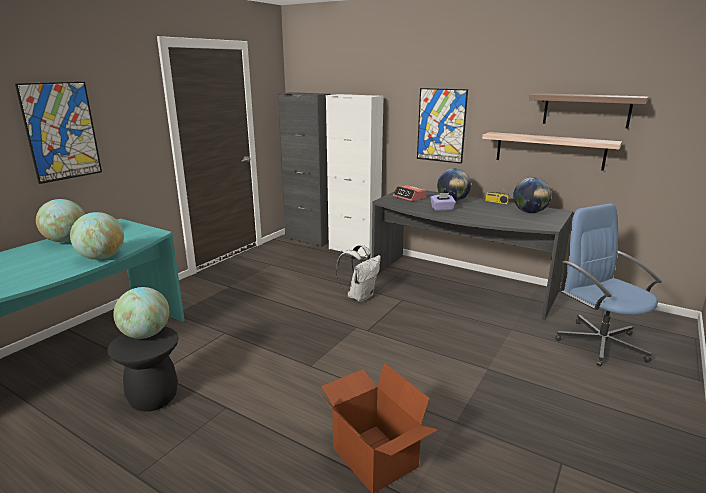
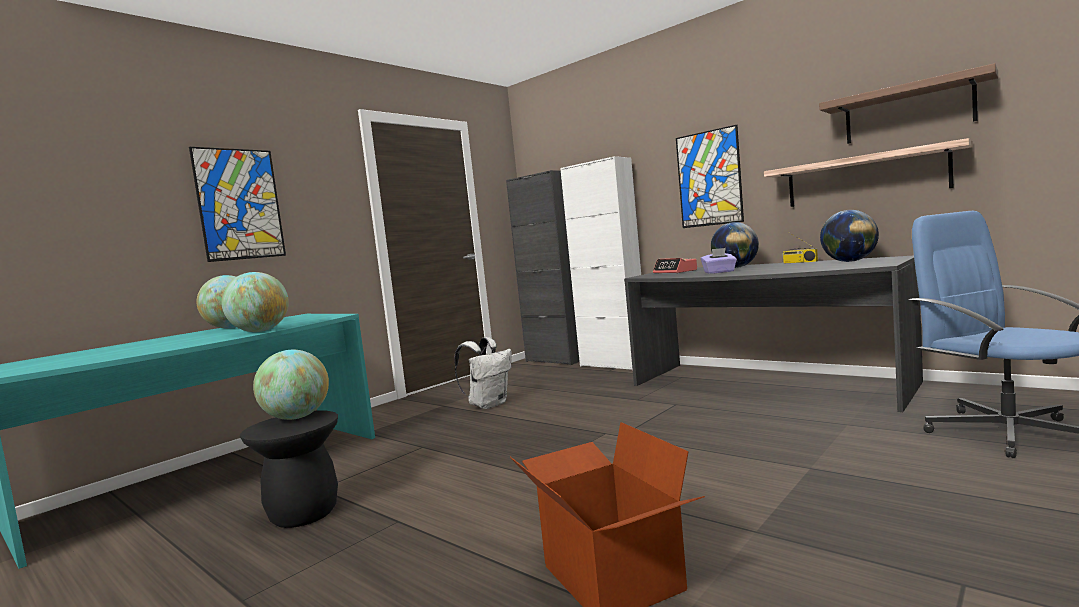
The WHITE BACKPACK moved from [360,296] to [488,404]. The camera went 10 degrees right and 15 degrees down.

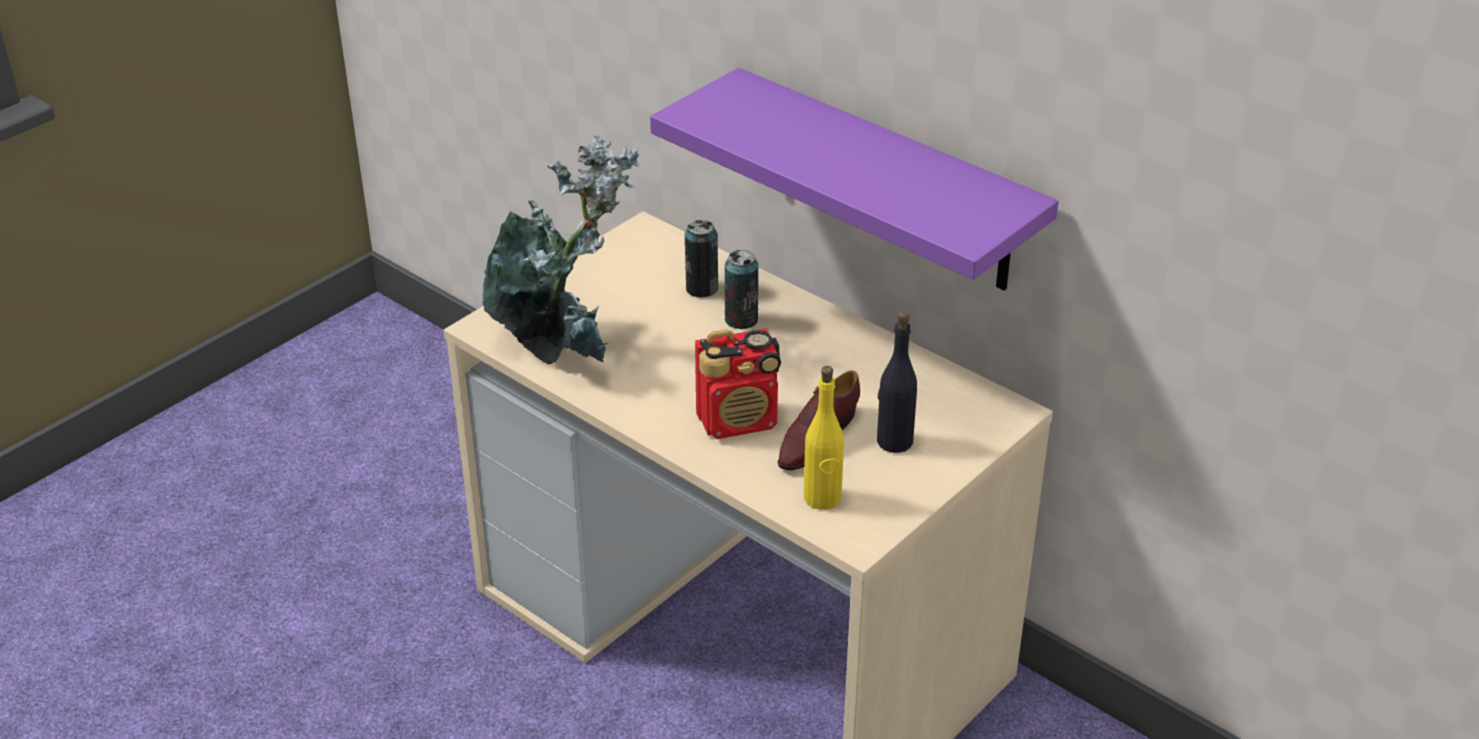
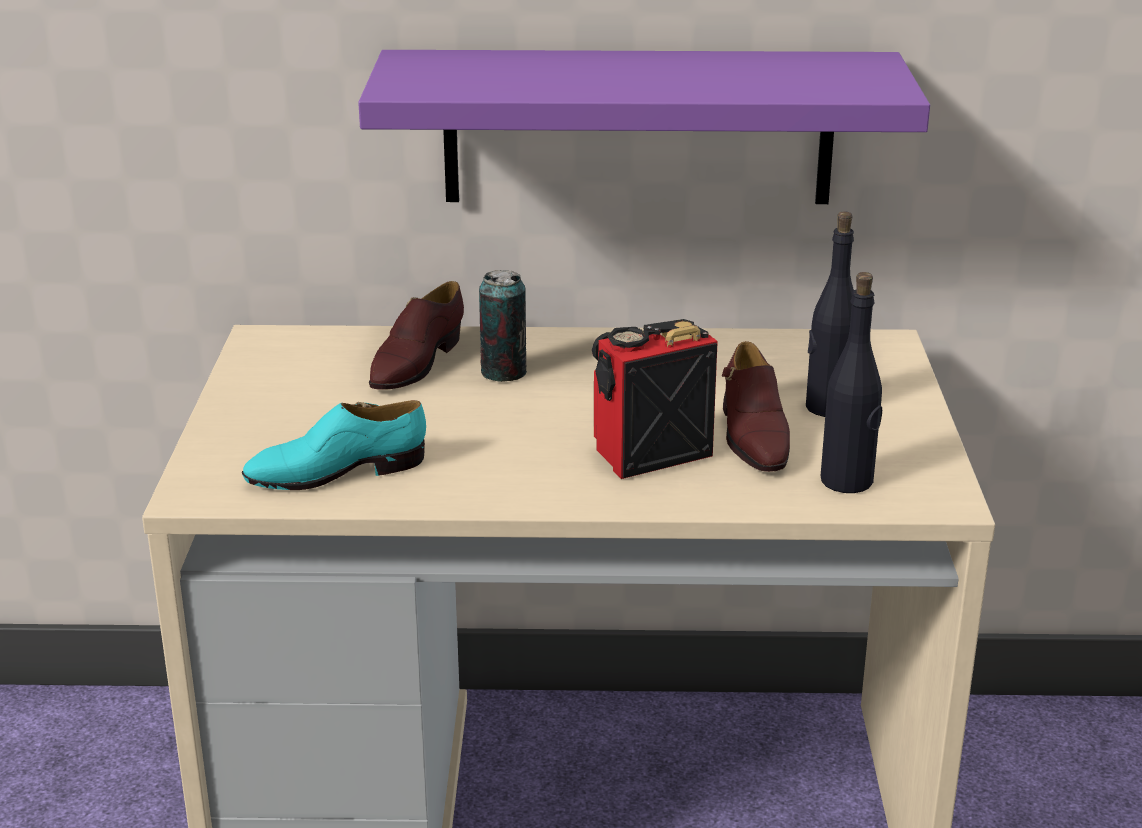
The POTTED PLANT at [563,347] was replaced by the TURQUOISE SHOE at [336,472]. The CAN at [702,288] was replaced by the BROWN SHOE at [415,363]. The YELLOW BOTTLE at [822,498] became the BLACK BOTTLE at [847,481]. The RADIO at [739,421] turned 150 degrees counterclockwise. The camera went 40 degrees left and 10 degrees down.

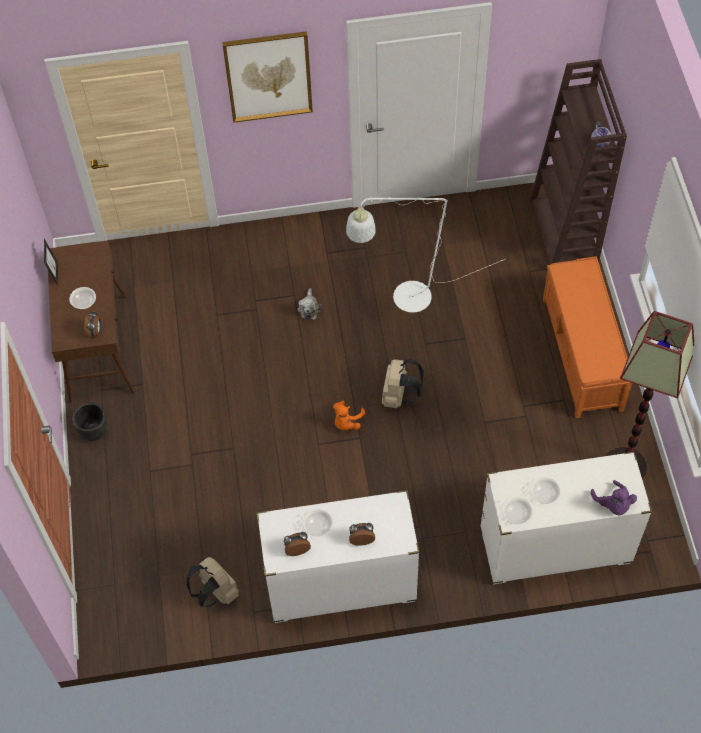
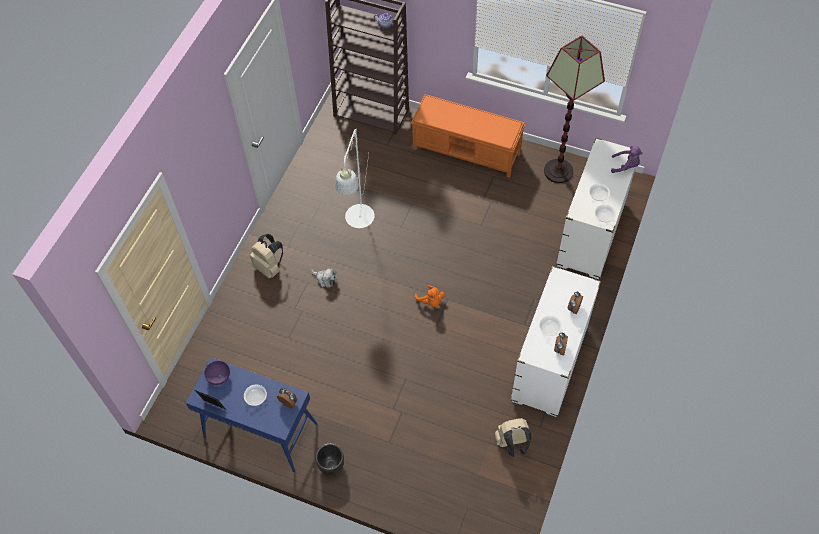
The PICTURE at [268,76] disappeared. The PURPLE BOWL at [219,376] appeared. The BEIGE BACKPACK moved from [399,396] to [269,267]. The BROWN CONSOLE TABLE at [98,348] became the BLUE CONSOLE TABLE at [259,430]. The camera went 60 degrees left and 0 degrees up.

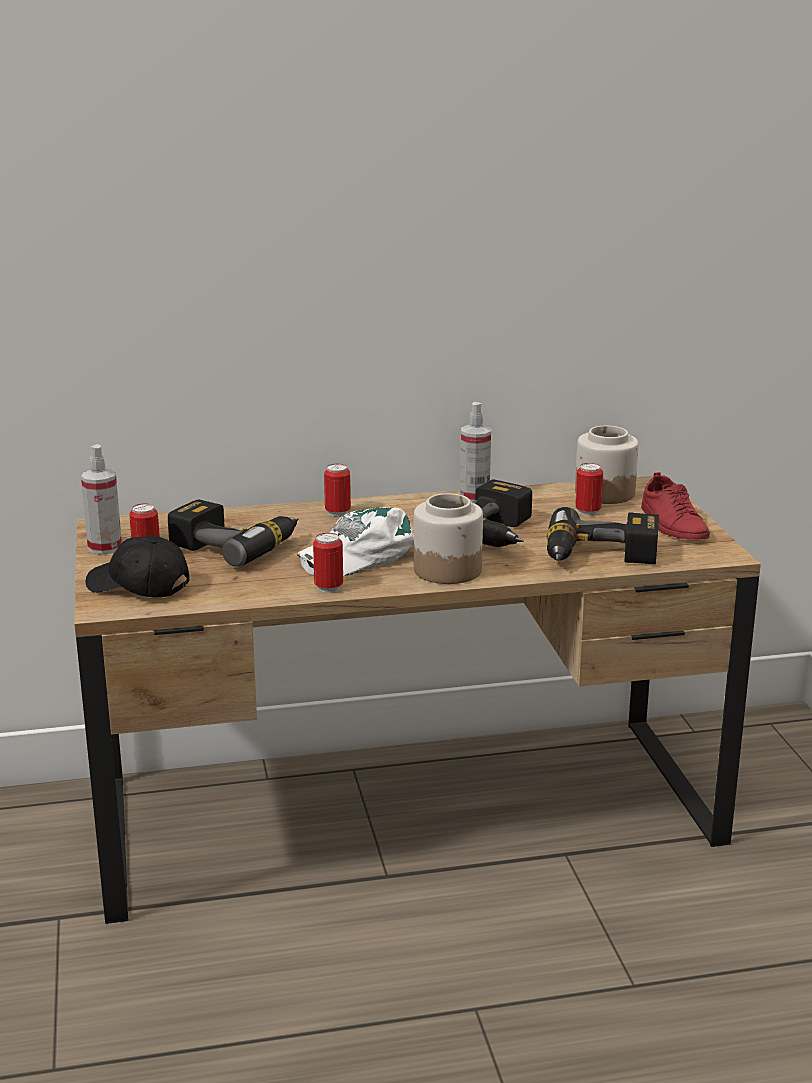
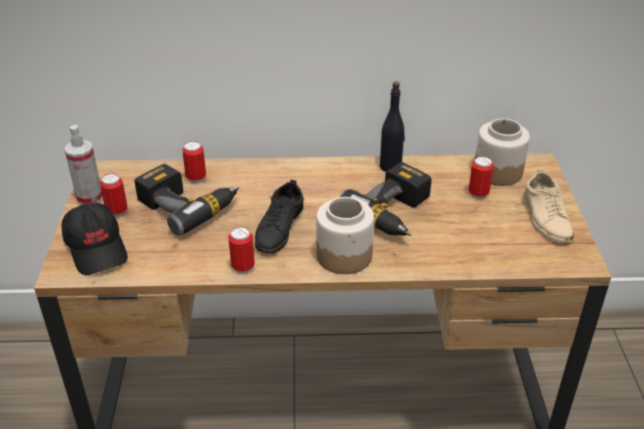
The POWER DRILL at [600,558] disappeared. The CAN moved from [337,512] to [196,178]. The WHITE CAP at [359,554] was replaced by the BLACK SHOE at [279,228]. The SPRAY BOTTLE at [474,497] was replaced by the BLACK BOTTLE at [391,166]. The RED SHOE at [673,525] became the BEIGE SHOE at [546,217]. The BLACK CAP at [138,587] turned 150 degrees counterclockwise. The camera went 10 degrees right and 15 degrees up.

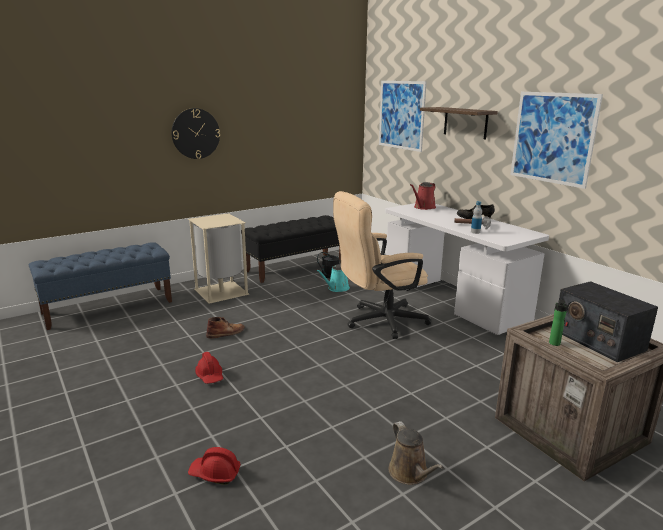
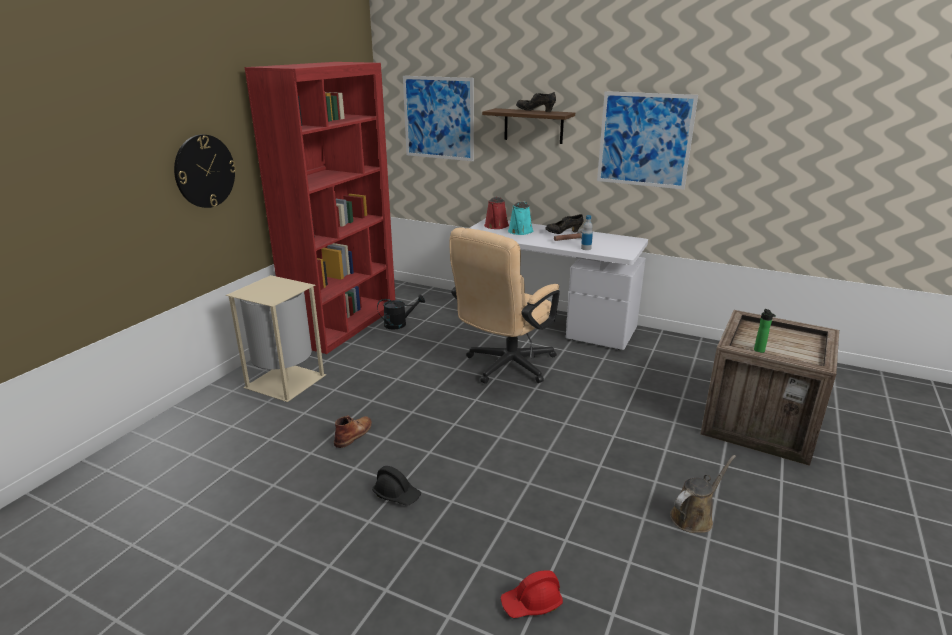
The BLUE BENCH at [108,307] disappeared. The RADIO at [598,340] disappeared. The BLACK SHOE at [535,111] appeared. The TURQUOISE WATERING CAN moved from [337,288] to [520,232]. The BLACK BENCH at [296,267] was replaced by the RED BOOKCASE at [344,325]. The RED HARD HAT at [210,376] became the BLACK HARD HAT at [397,494]. The BROWN WATERING CAN at [410,473] turned 75 degrees counterclockwise. The camera went 30 degrees left and 5 degrees up.

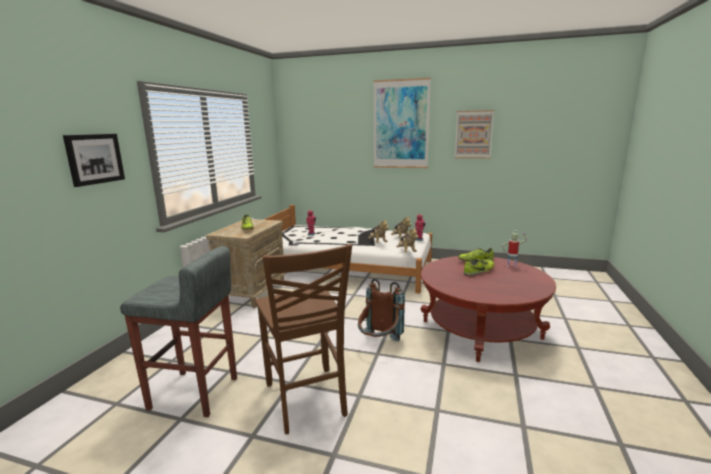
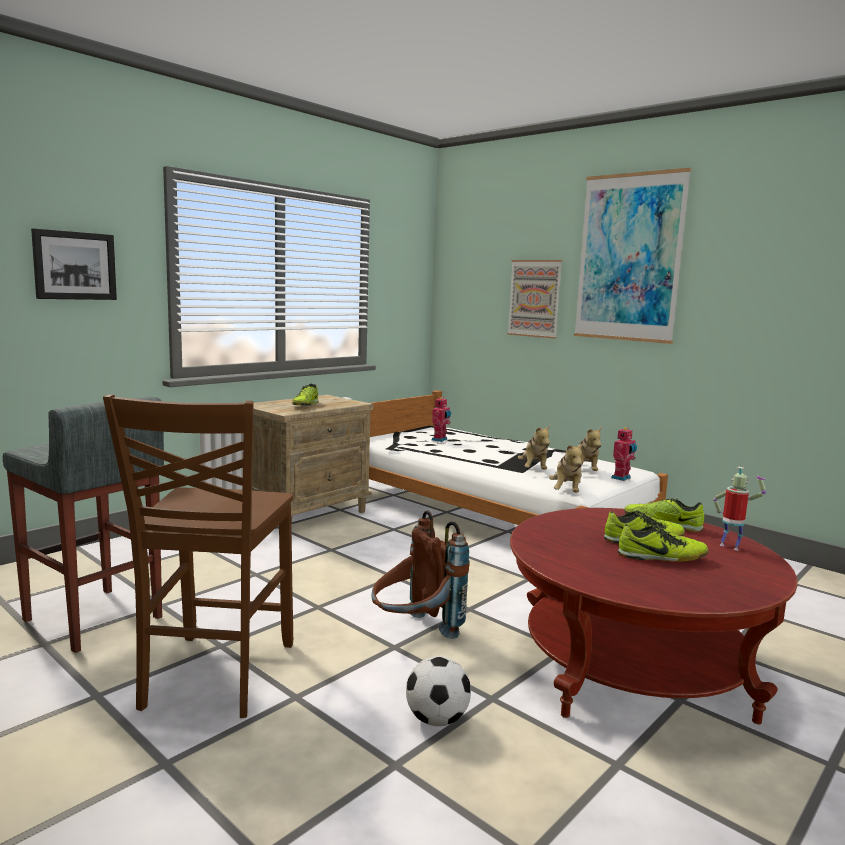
The FOOTBALL at [436,720] appeared. The SHOE at [662,557] appeared. The PICTURE moved from [473,134] to [534,298]. The camera went 25 degrees right and 5 degrees down.

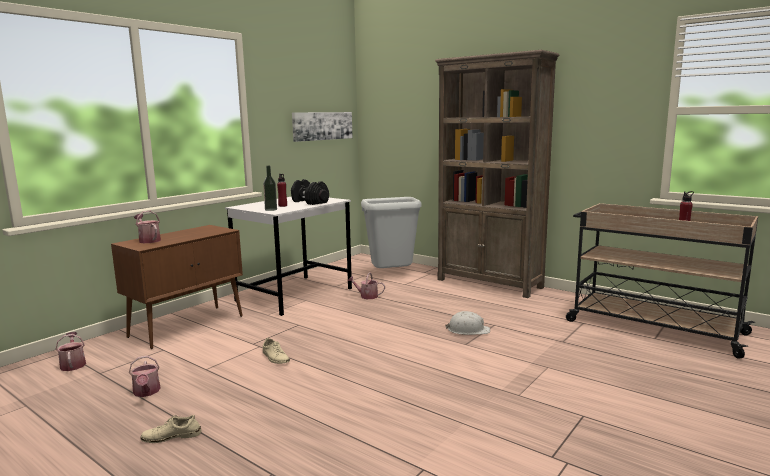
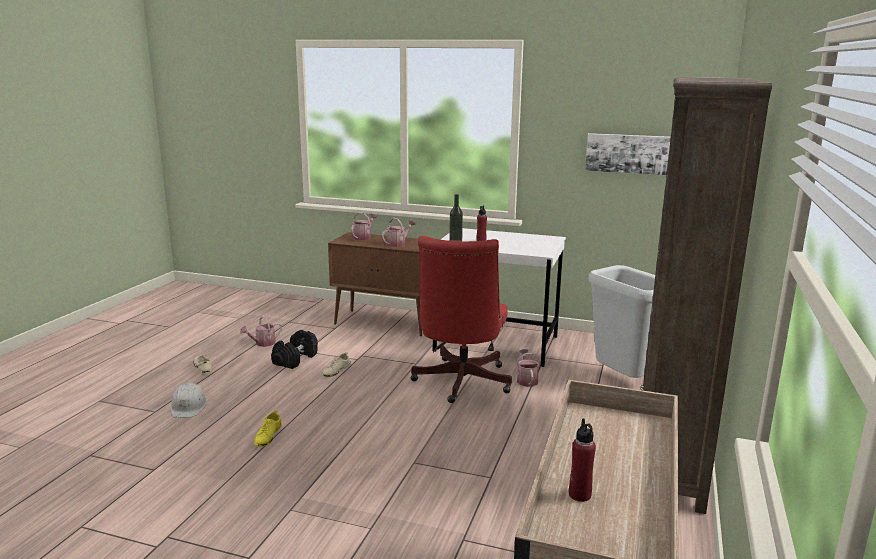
The YELLOW SHOE at [268,436] appeared. The RED OFFICE CHAIR at [460,383] appeared. The WATERING CAN moved from [73,364] to [398,244]. The BLACK DUMBBELL moved from [309,202] to [295,359]. The WHITE HARD HAT moved from [468,330] to [188,406]. The camera went 70 degrees right and 5 degrees up.

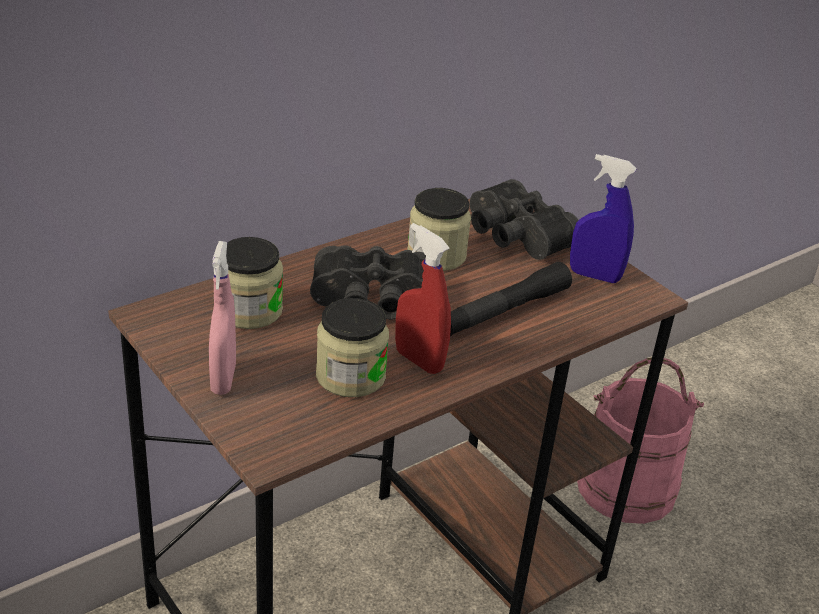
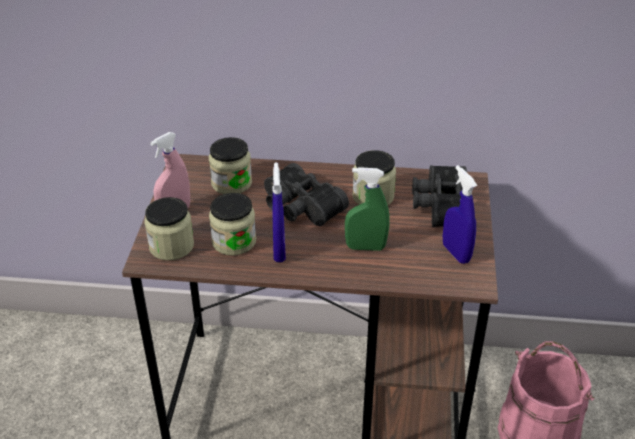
The JAR at [171,246] appeared. The BLACK FLASHLIGHT at [503,311] was replaced by the GREEN SPRAY BOTTLE at [365,247]. The RED SPRAY BOTTLE at [419,361] became the BLUE SPRAY BOTTLE at [279,251]. The camera went 45 degrees right and 5 degrees up.

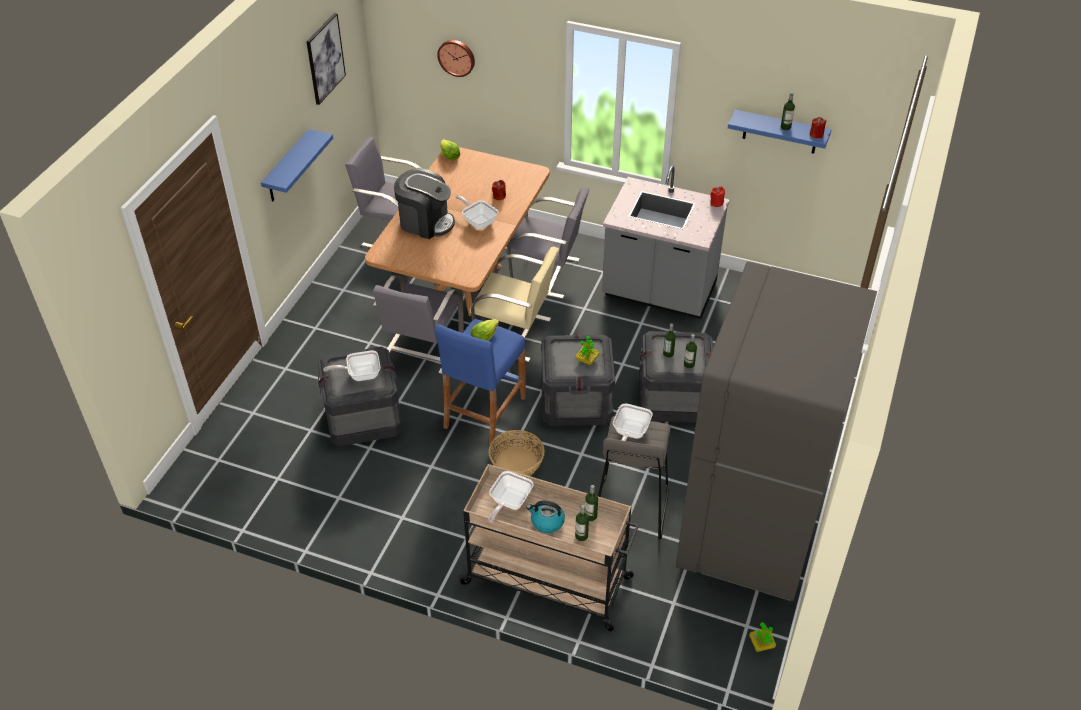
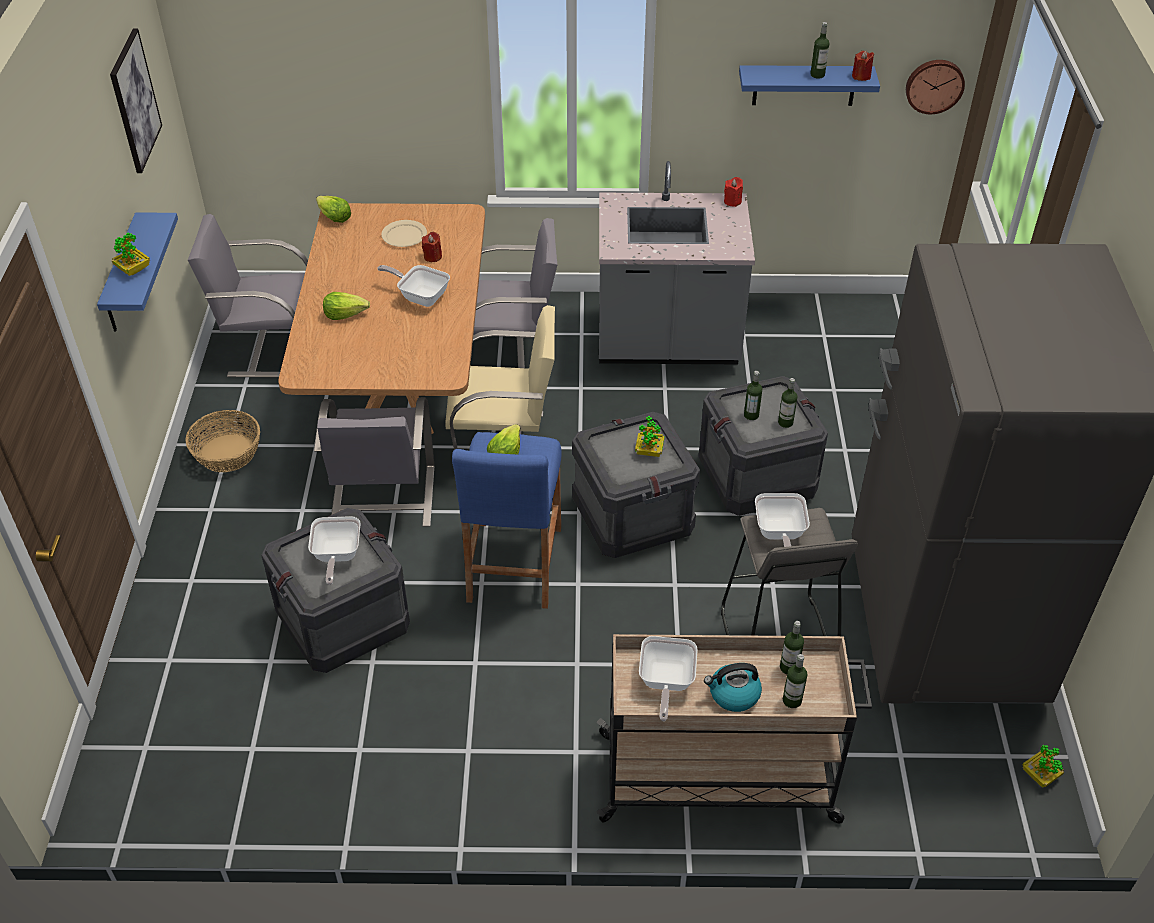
The POTTED PLANT at [133,270] appeared. The BEIGE PLATE at [404,235] appeared. The WALL CLOCK moved from [457,57] to [934,85]. The BASKET moved from [517,463] to [227,453]. The COFFEE MACHINE at [425,222] was replaced by the LETTUCE at [345,314]. The FRYING PAN at [360,374] turned 60 degrees counterclockwise. The camera went 20 degrees left and 0 degrees up.

